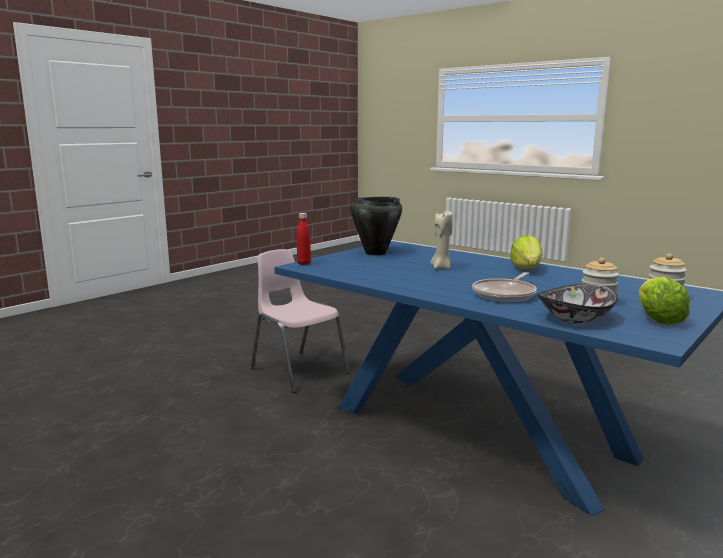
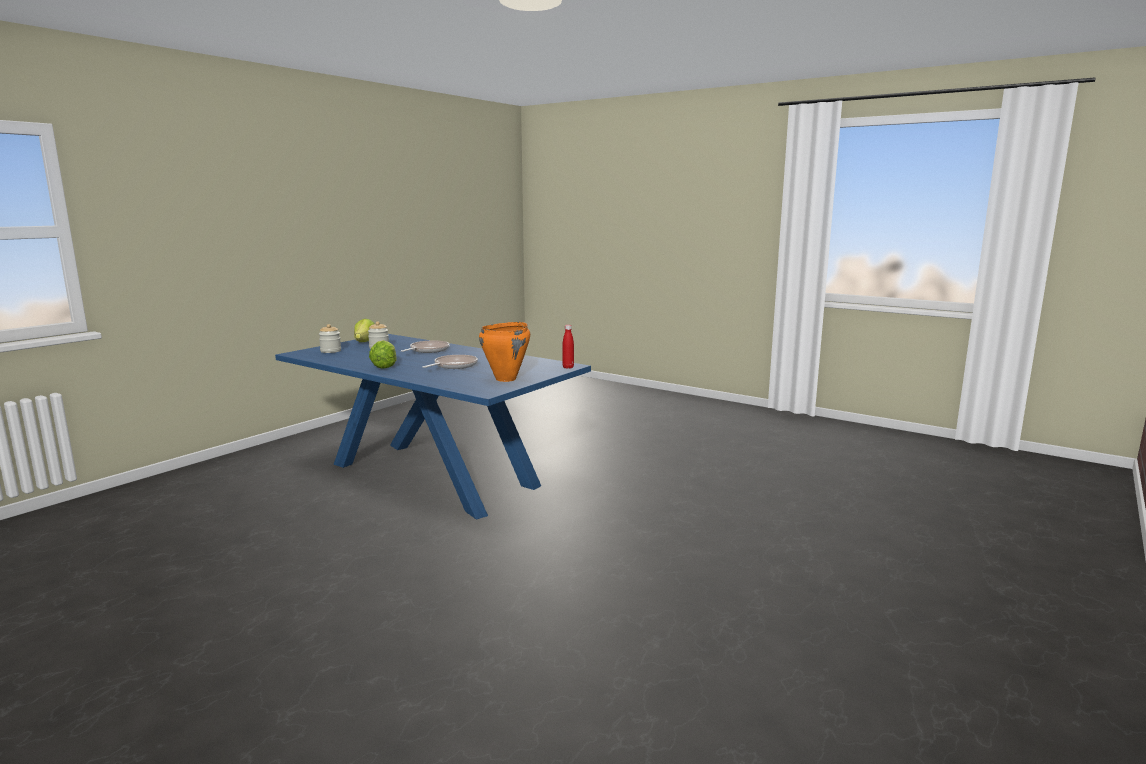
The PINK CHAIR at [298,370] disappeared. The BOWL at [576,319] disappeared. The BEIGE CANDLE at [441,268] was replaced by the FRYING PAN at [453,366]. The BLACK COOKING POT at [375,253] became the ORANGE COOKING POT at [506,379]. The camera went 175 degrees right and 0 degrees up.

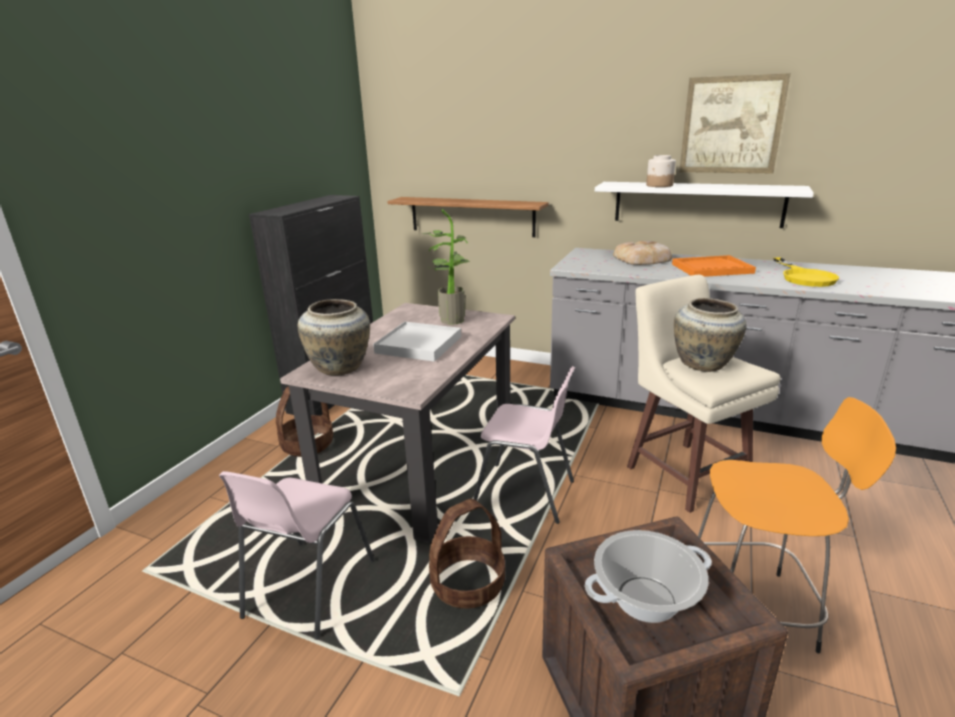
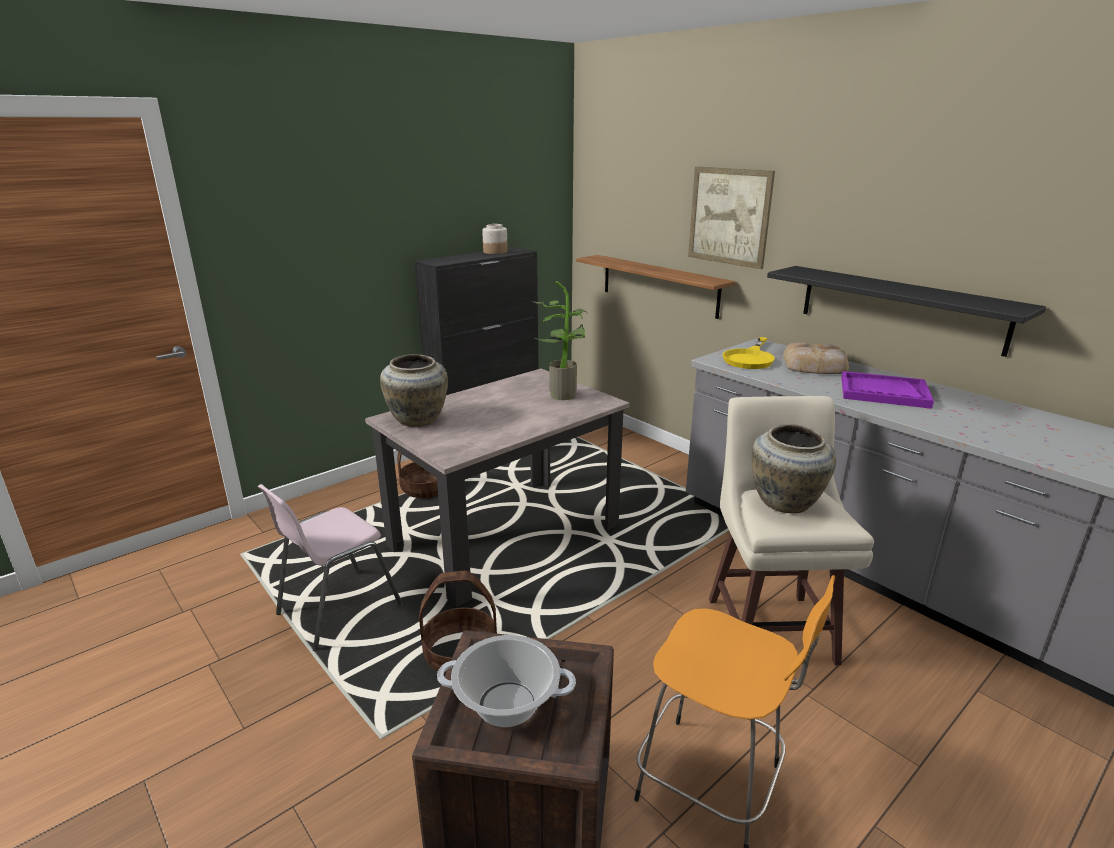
The WHITE TRAY at [419,345] disappeared. The PINK CHAIR at [525,494] disappeared. The JAR moved from [659,185] to [495,252]. The PICTURE moved from [731,125] to [729,216]. The YELLOW FRYING PAN moved from [804,277] to [750,358]. The WHITE SHELF at [697,204] became the BLACK SHELF at [900,308]. The ORANGE TRAY at [711,268] became the PURPLE TRAY at [883,392]. The camera went 25 degrees right and 0 degrees up.

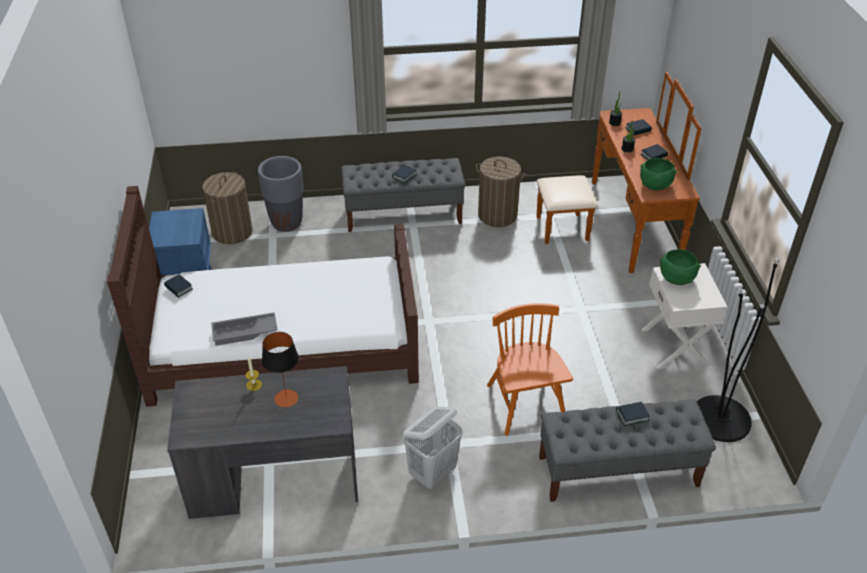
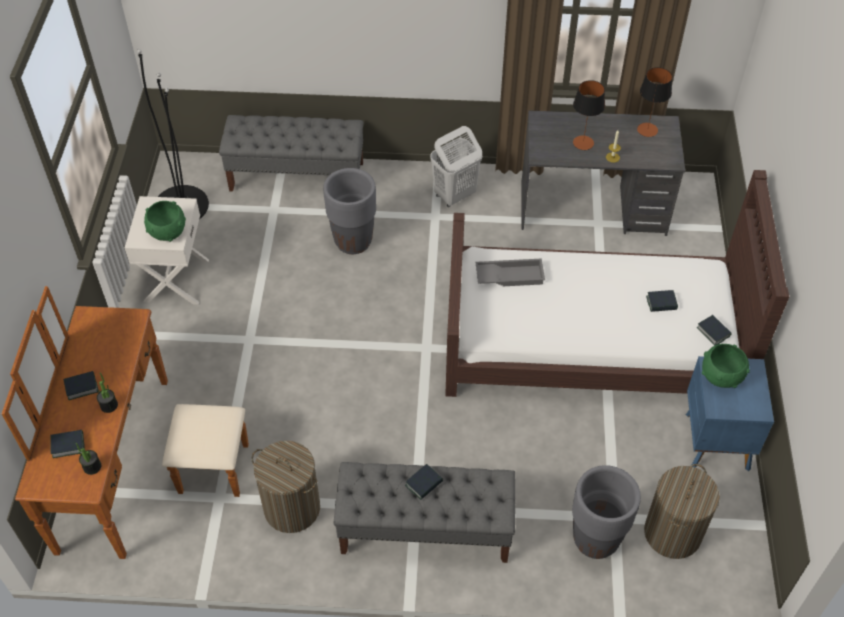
The TABLE LAMP at [647,129] appeared. The GREY TRAY moved from [244,333] to [510,275]. The BOOK moved from [632,415] to [661,303]. The GREEN BOWL moved from [655,185] to [721,376]. The ORANGE CHAIR at [526,404] was replaced by the GREY PLANTER at [353,242]. The camera went 170 degrees left and 10 degrees up.

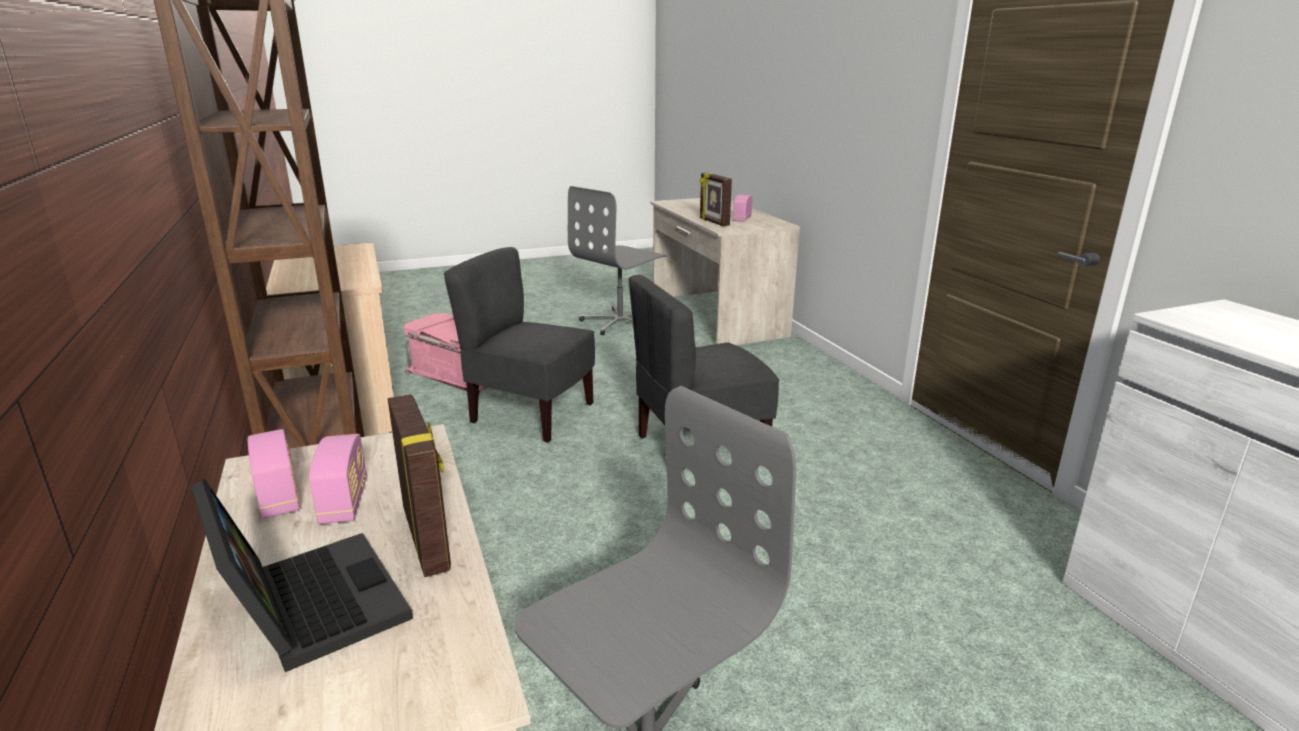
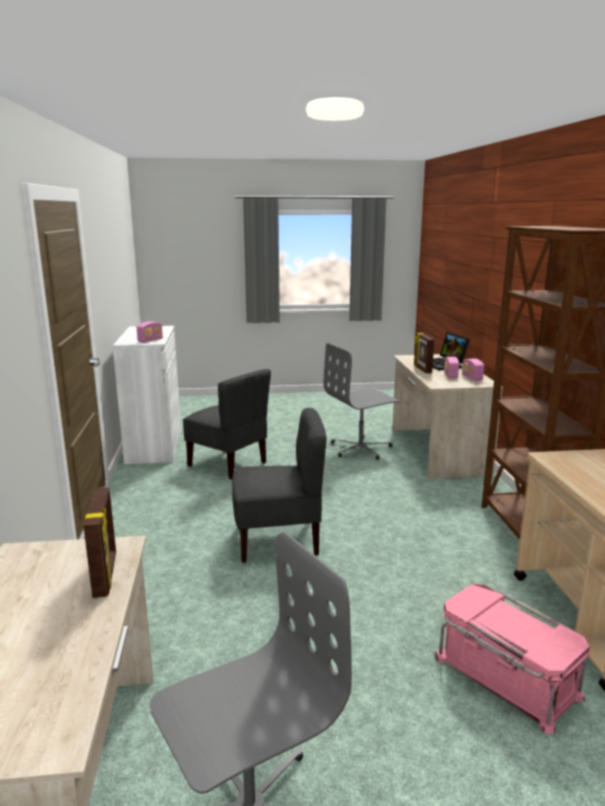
The GREY CHAIR moved from [531,414] to [228,464]. The RADIO moved from [742,219] to [150,340]. The camera went 165 degrees left and 5 degrees down.

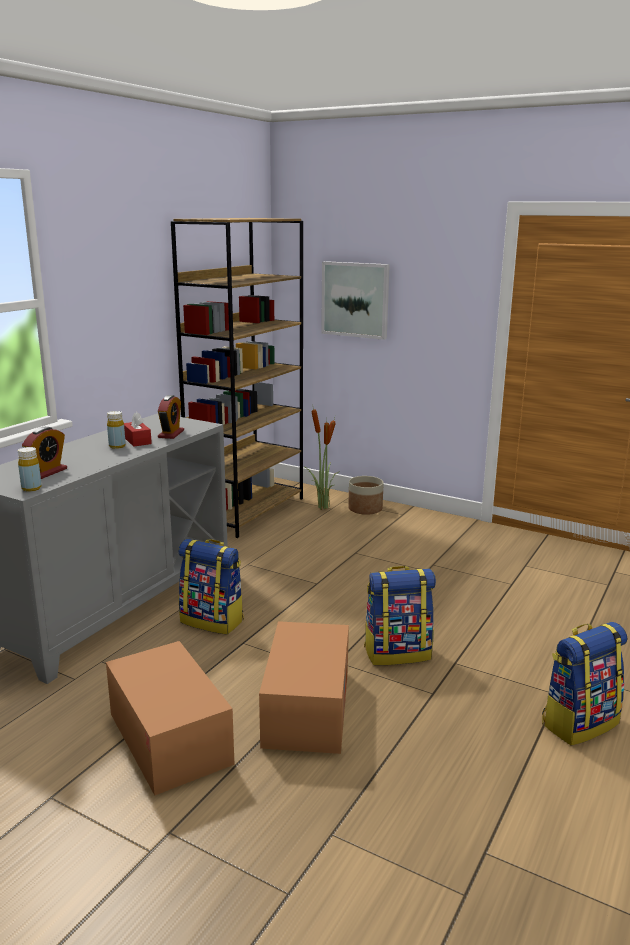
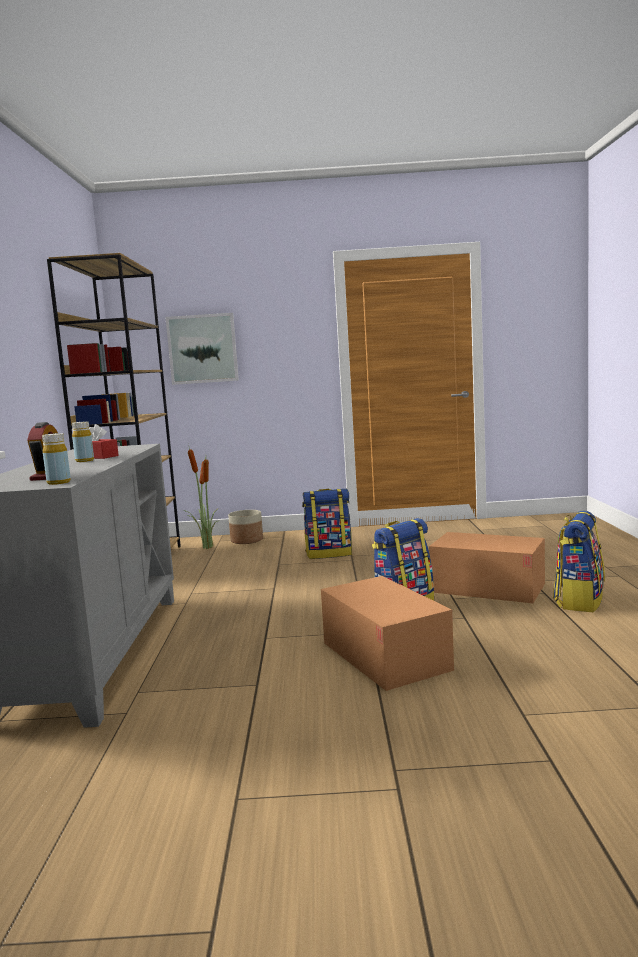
The ALARM CLOCK at [171,434] disappeared. The CARDBOARD BOX moved from [169,738] to [487,588]. The BACKPACK moved from [213,621] to [329,554]. The camera went 30 degrees left and 10 degrees down.

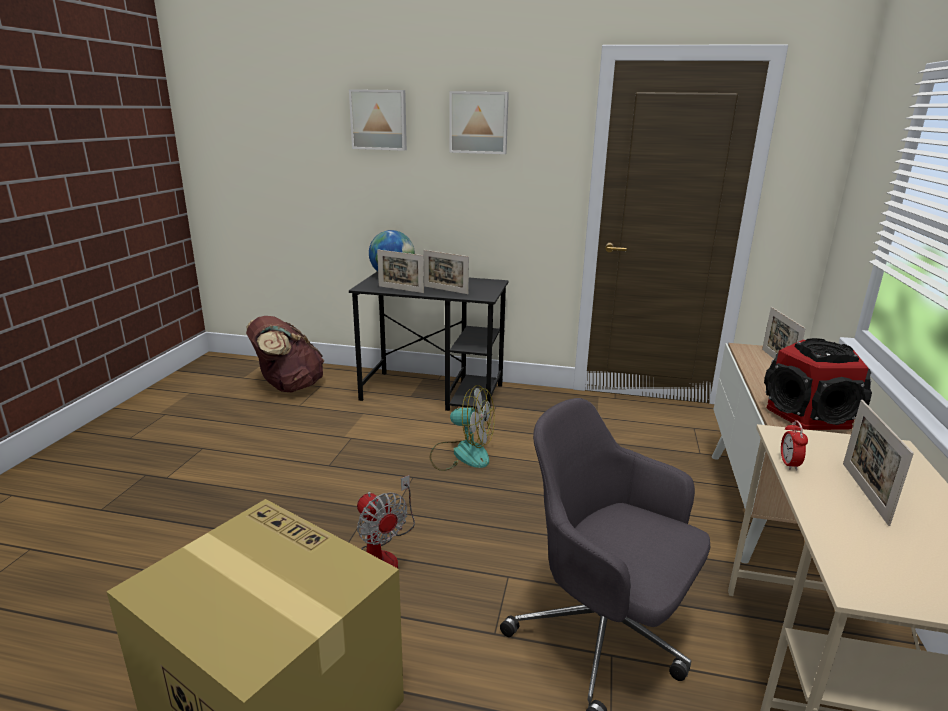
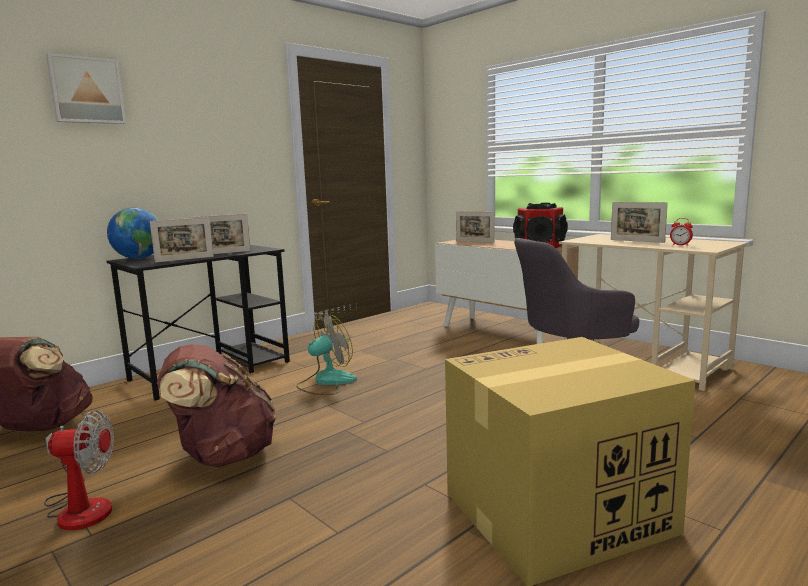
The PICTURE at [479,122] disappeared. The BROWN BACKPACK at [223,456] appeared. The FAN moved from [383,556] to [80,507]. The ALARM CLOCK moved from [789,464] to [680,245]. The camera went 55 degrees left and 10 degrees down.

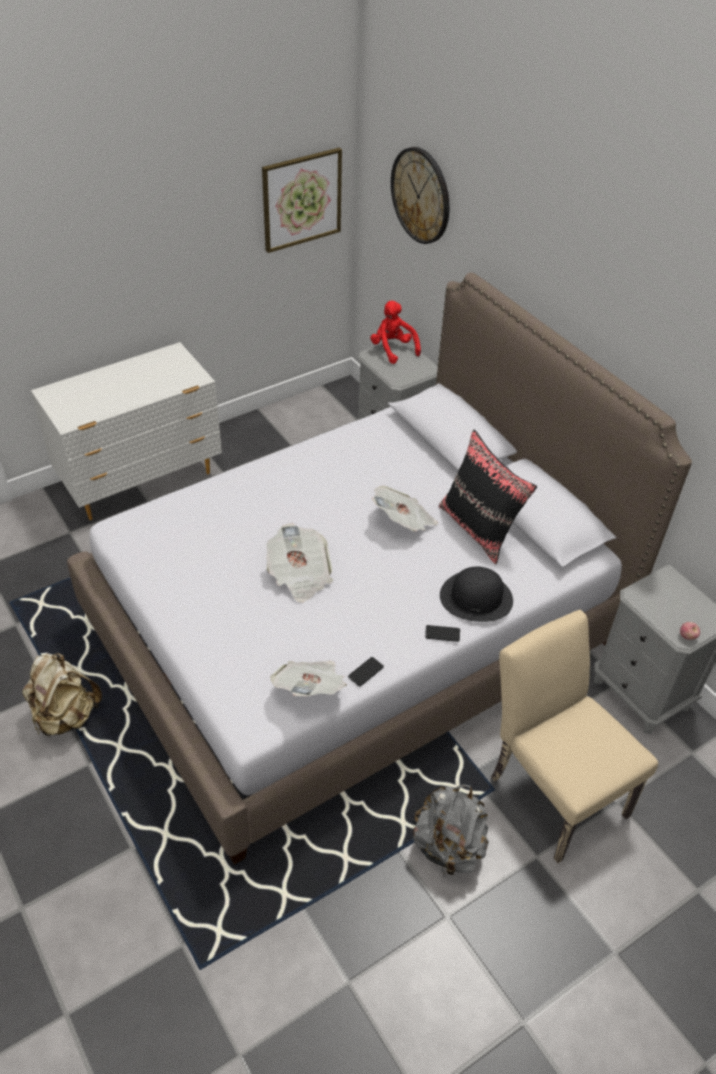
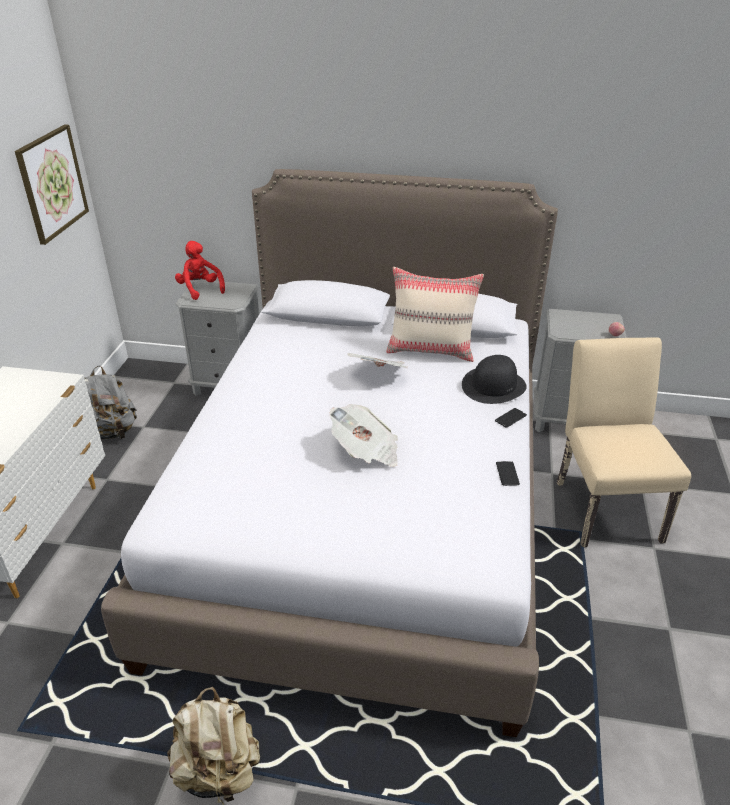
The NEWSPAPER at [311,689] disappeared. The WALL CLOCK at [421,195] disappeared. The GREY BACKPACK moved from [448,846] to [112,432]. The BLACK PILLOW at [479,529] became the BEIGE PILLOW at [431,350]. The RED PLUSH TOY at [393,349] turned 45 degrees clockwise. The BEIGE CHAIR at [551,788] turned 75 degrees clockwise. The camera went 45 degrees left and 10 degrees down.

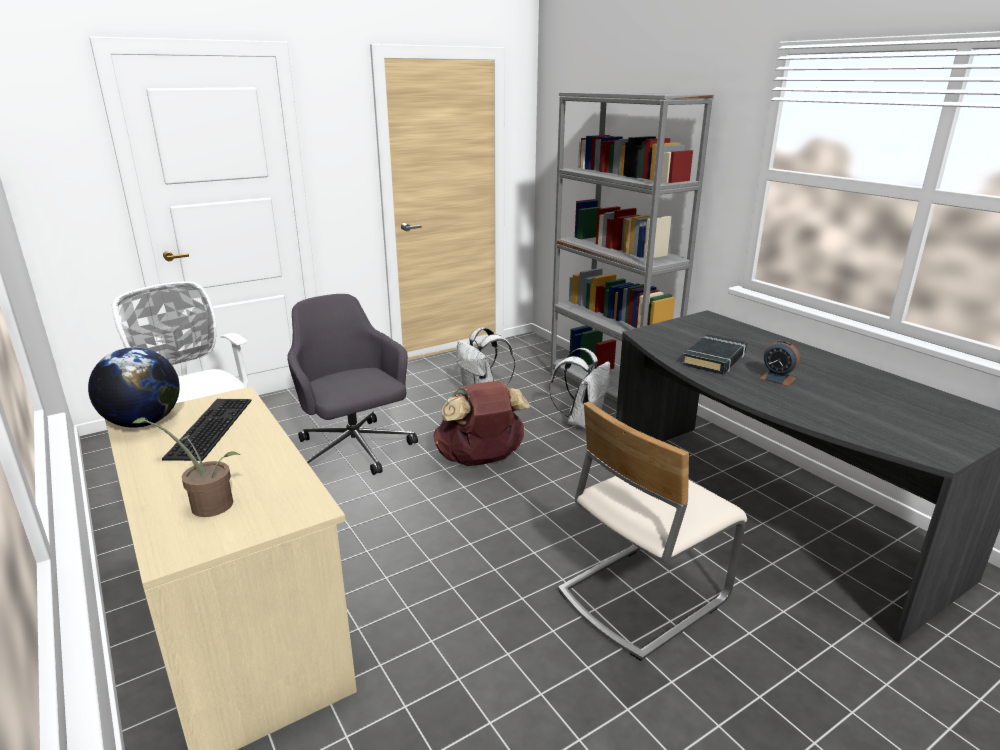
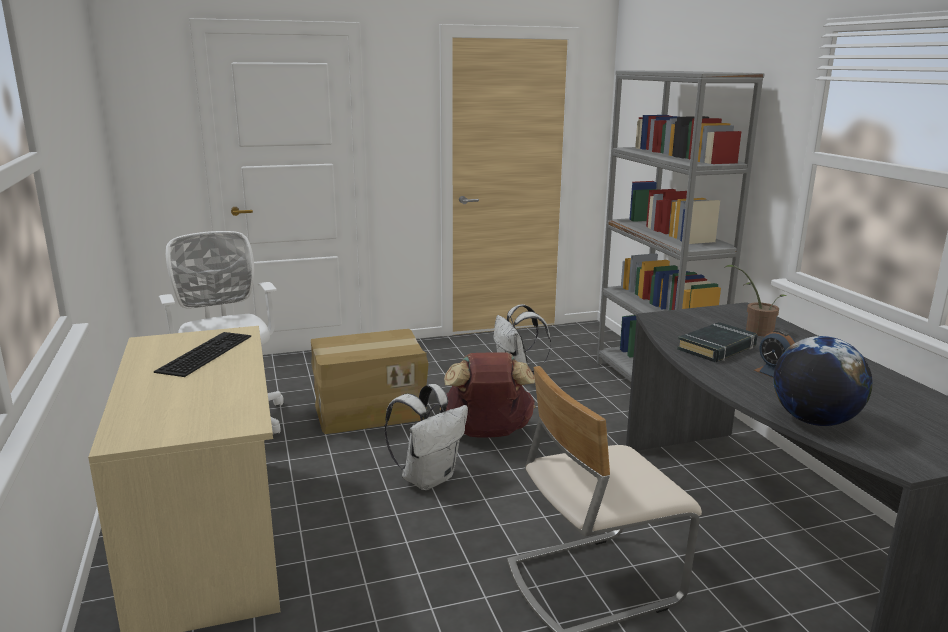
The GLOBE moved from [143,422] to [814,421]. The POTTED PLANT moved from [206,504] to [755,330]. The WHITE BACKPACK moved from [582,422] to [428,478]. The GREY OFFICE CHAIR at [354,451] was replaced by the CARDBOARD BOX at [370,410]. The camera went 15 degrees right and 5 degrees down.

